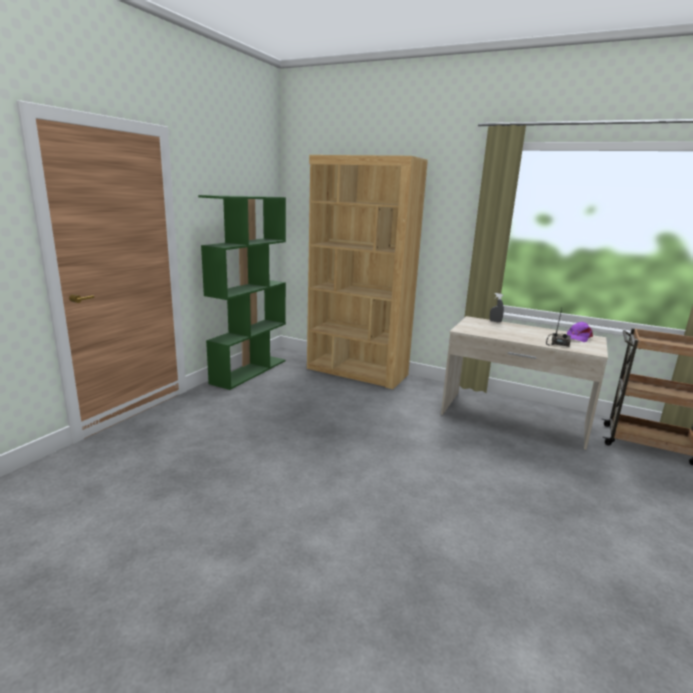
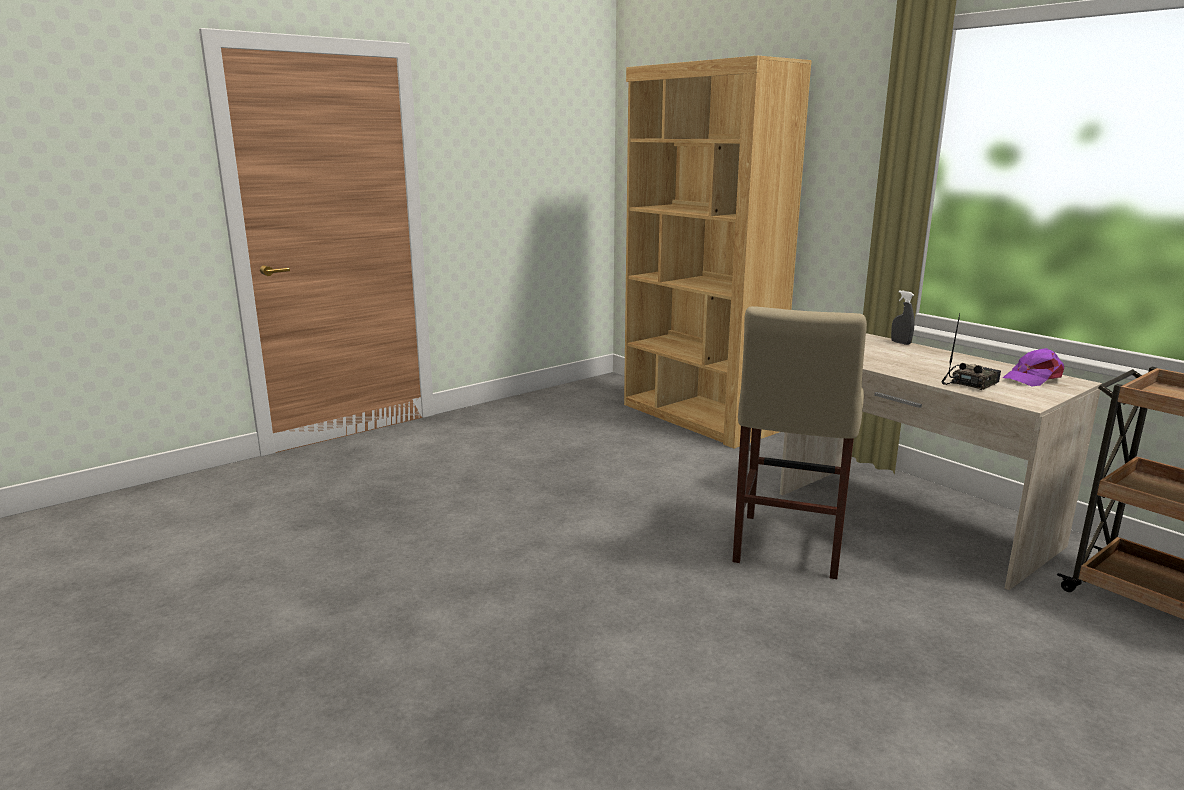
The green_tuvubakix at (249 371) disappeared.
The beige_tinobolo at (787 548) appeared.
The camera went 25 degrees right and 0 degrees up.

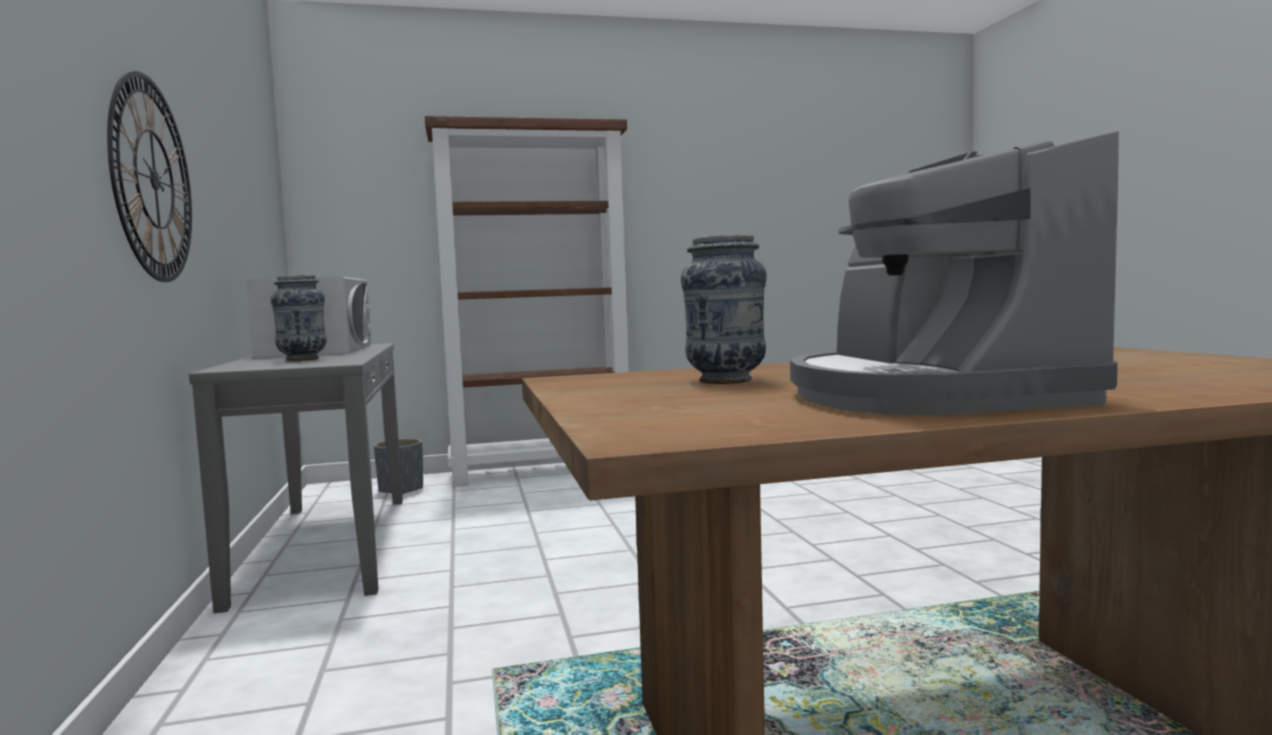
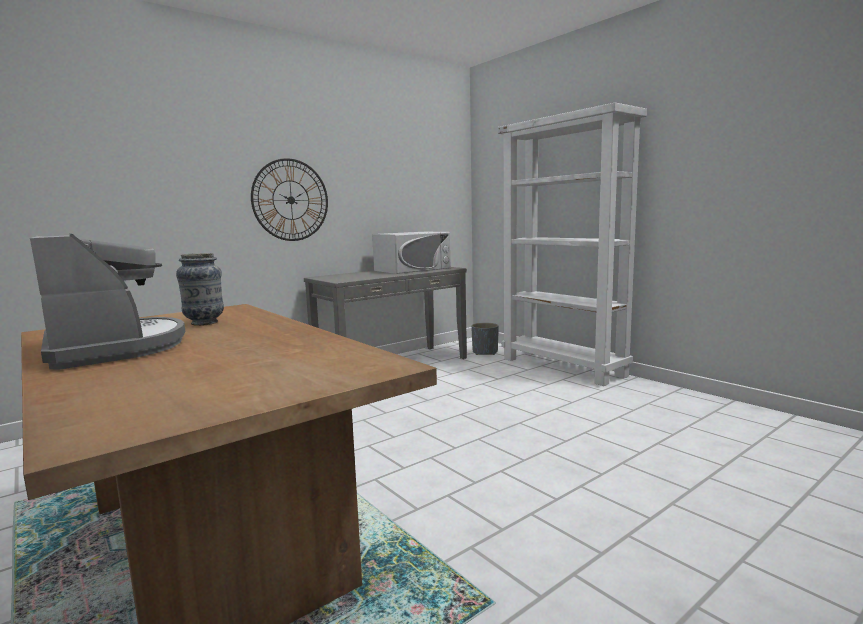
The brown_tuvubakix at (543 471) became the white_tuvubakix at (563 367).
The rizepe at (928 395) turned 90 degrees clockwise.
The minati at (302 359) disappeared.
The camera went 65 degrees right and 5 degrees up.

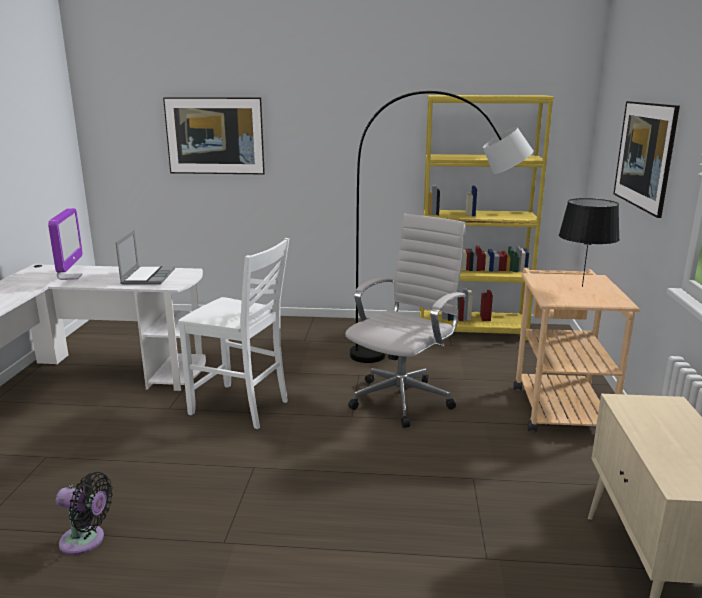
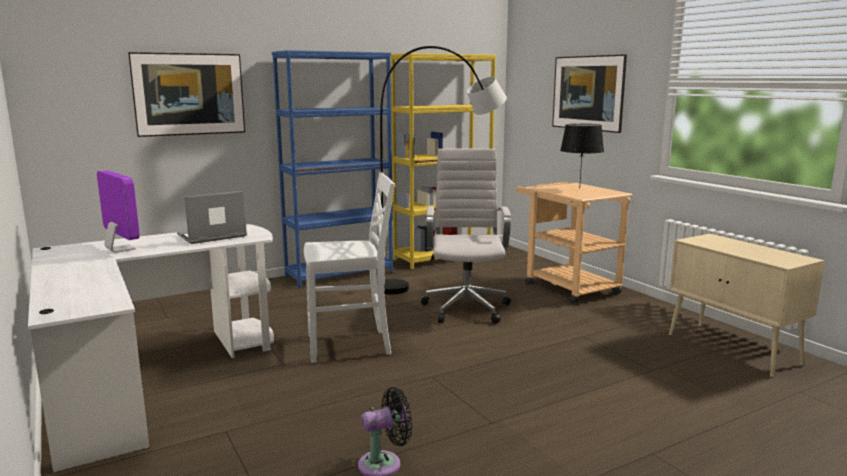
The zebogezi at (148 277) turned 90 degrees counterclockwise.
The blue_tuvubakix at (340 274) appeared.
The camera went 35 degrees left and 5 degrees down.

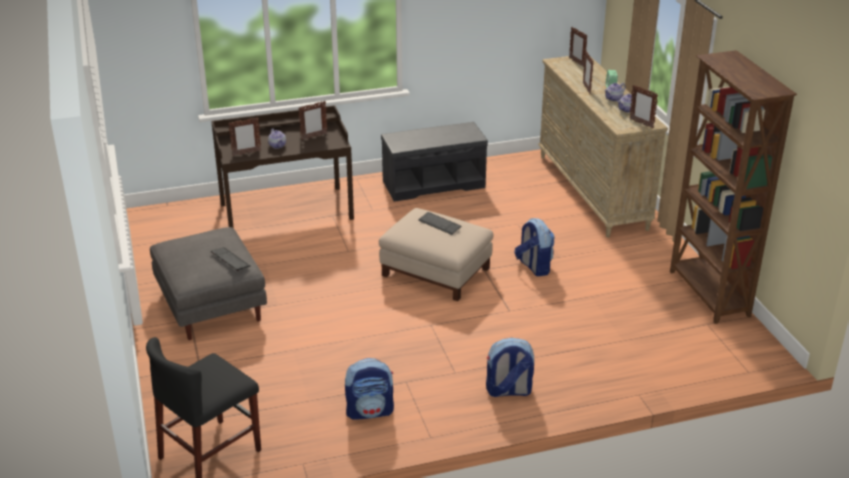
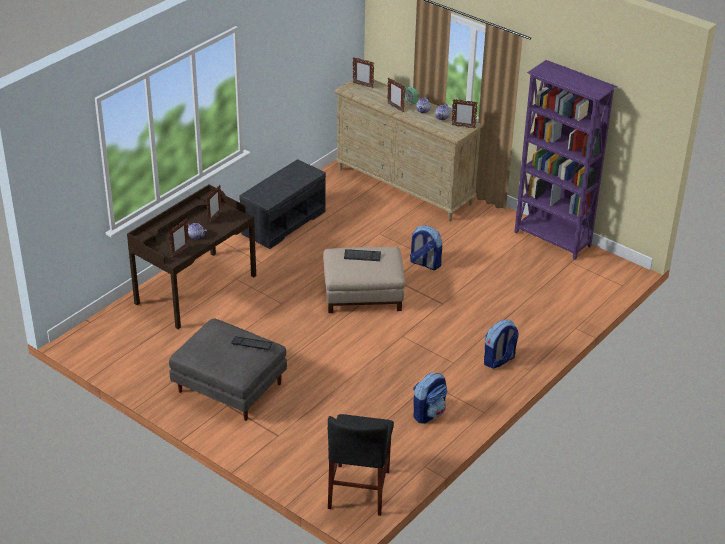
The brown_tuvubakix at (708 294) became the purple_tuvubakix at (552 240).
The camera went 35 degrees left and 5 degrees up.

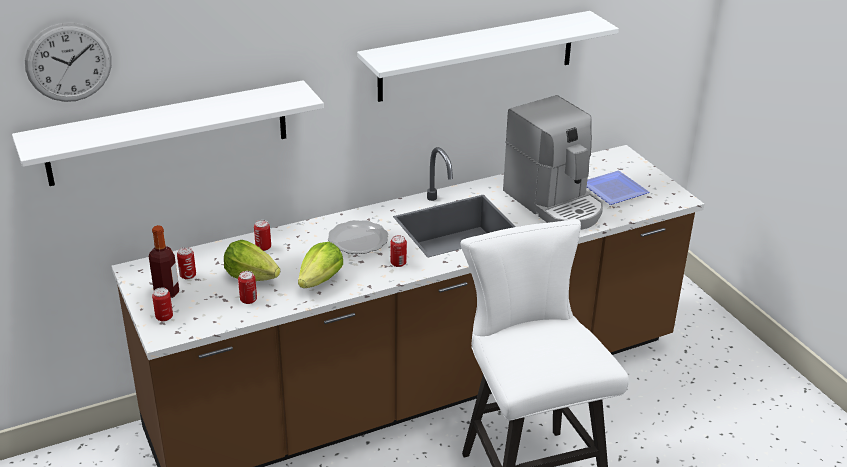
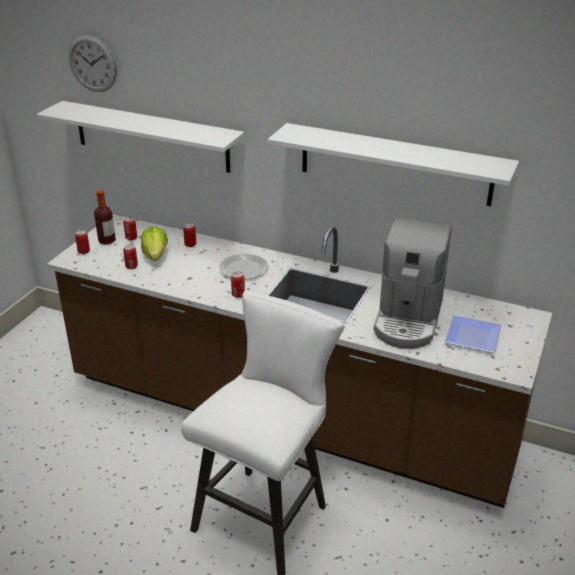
The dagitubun at (320 280) disappeared.
The camera went 50 degrees right and 0 degrees up.

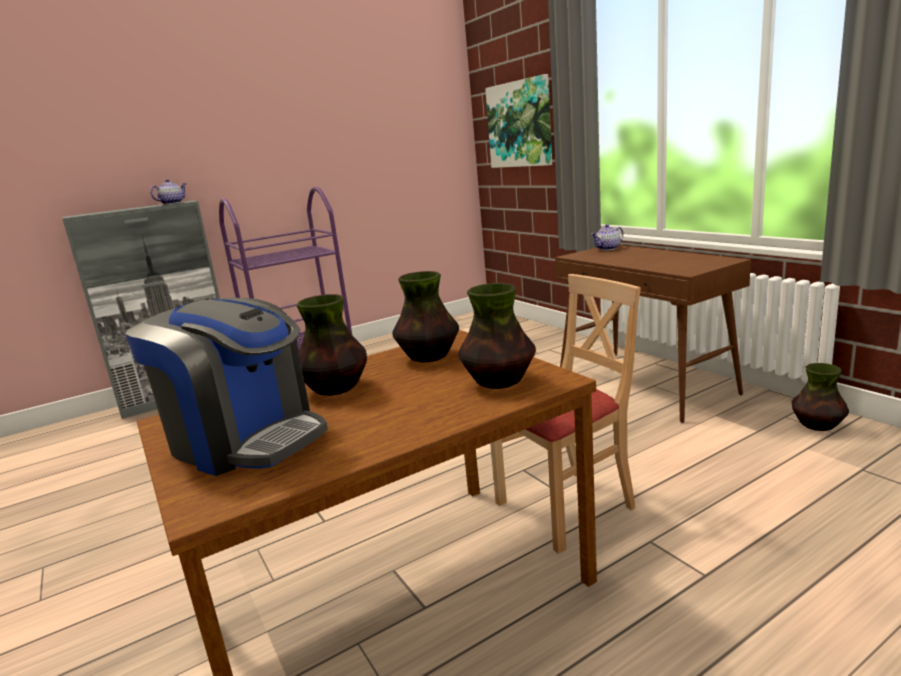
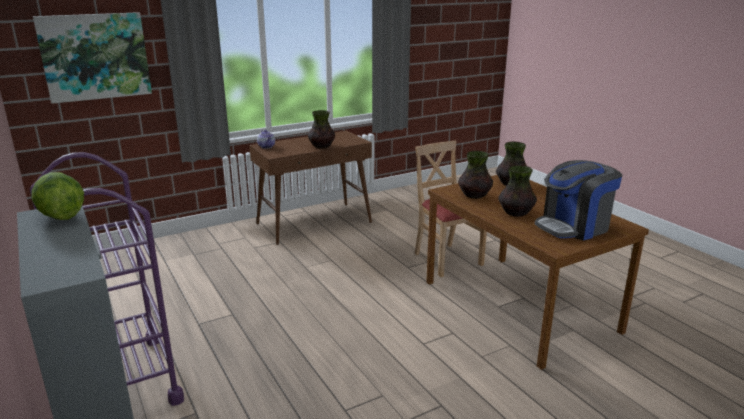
The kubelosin at (172 203) was replaced by the dagitubun at (60 216).
The rizepe at (245 439) turned 150 degrees counterclockwise.
The minati moved from (817 426) to (322 146).
The camera went 90 degrees left and 5 degrees up.

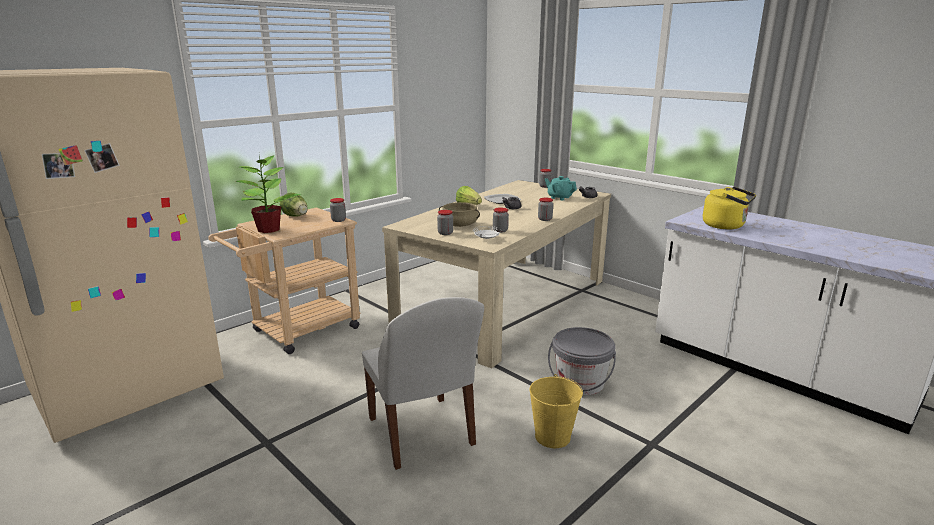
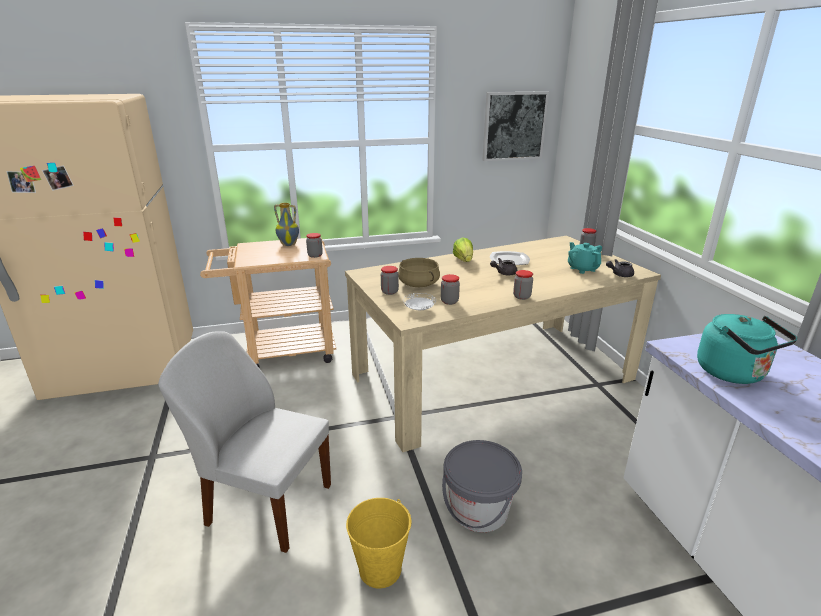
The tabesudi at (269 229) disappeared.
The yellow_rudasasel at (726 226) became the turquoise_rudasasel at (734 374).
The dagitubun at (296 216) was replaced by the minati at (289 244).
The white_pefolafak at (421 433) turned 105 degrees clockwise.
The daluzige at (514 126) appeared.
The camera went 30 degrees right and 5 degrees up.

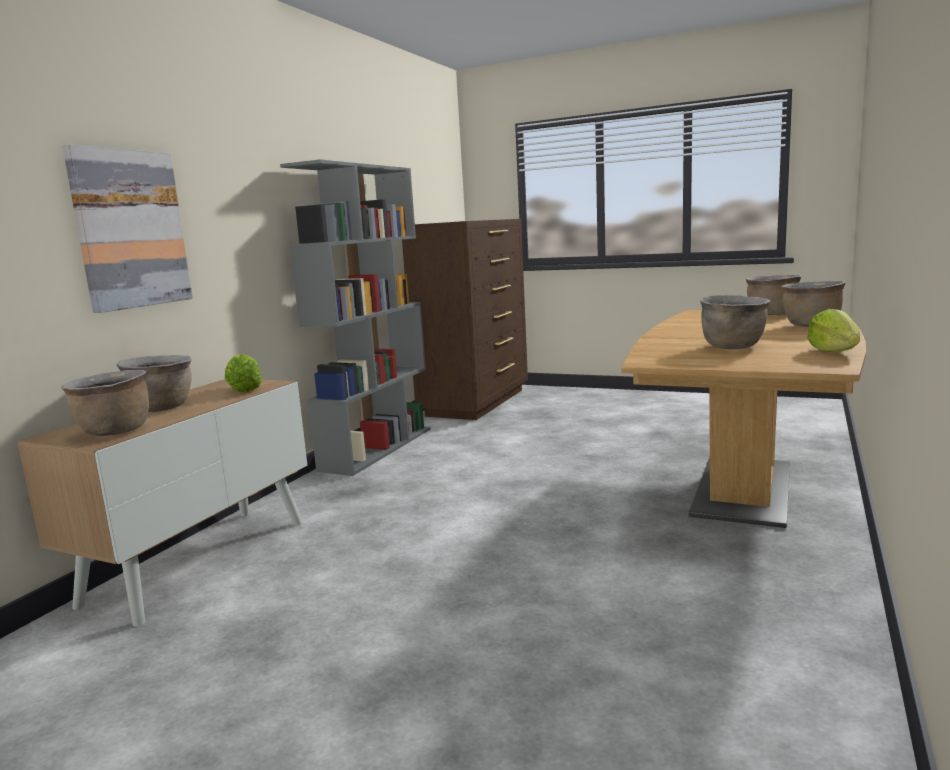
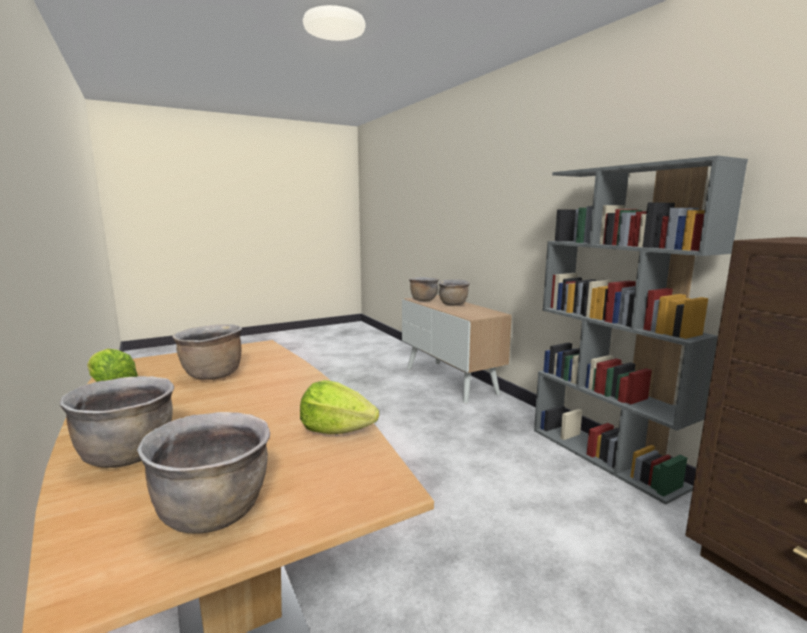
The daluzige at (130 229) disappeared.
The dagitubun moved from (245 389) to (336 430).
The camera went 125 degrees right and 0 degrees up.

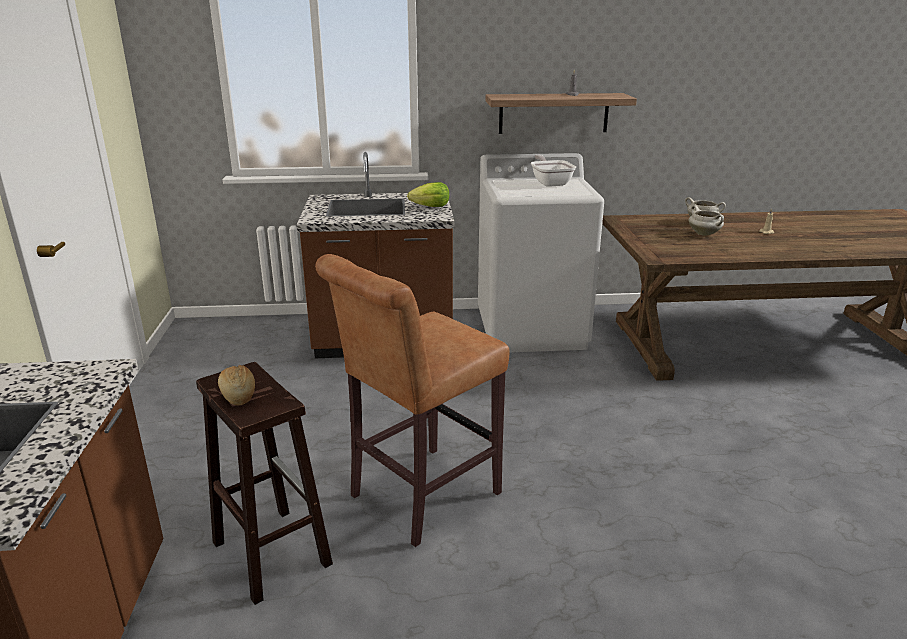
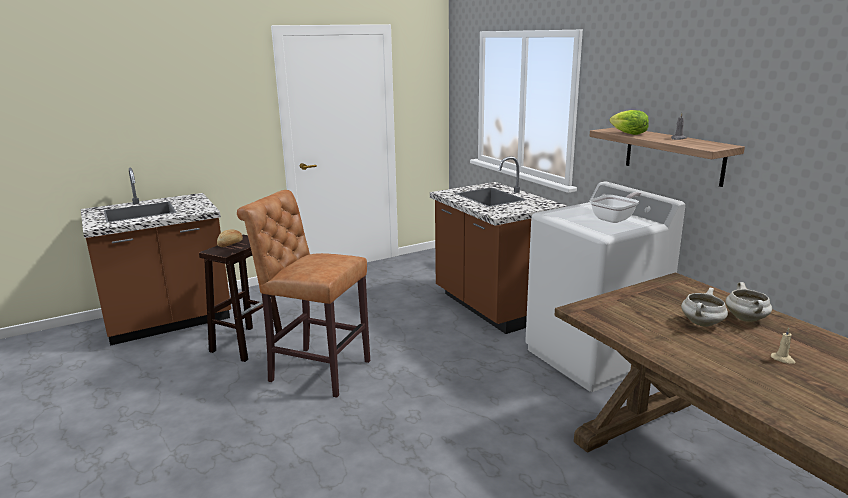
The dagitubun moved from (431 207) to (628 134).
The camera went 65 degrees right and 5 degrees down.

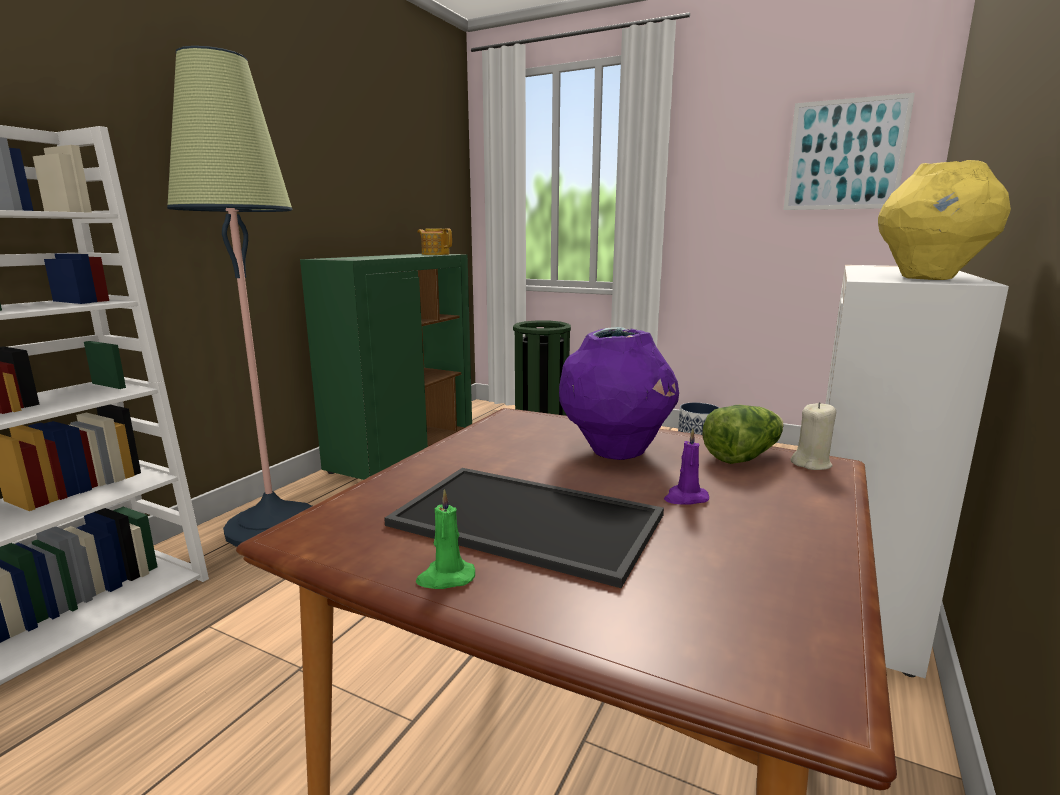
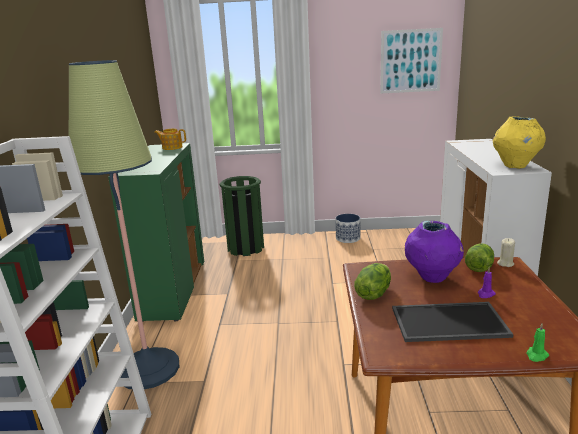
The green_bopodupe moved from (445 578) to (536 355).
The dagitubun at (373 293) appeared.
The camera went 25 degrees left and 5 degrees up.

